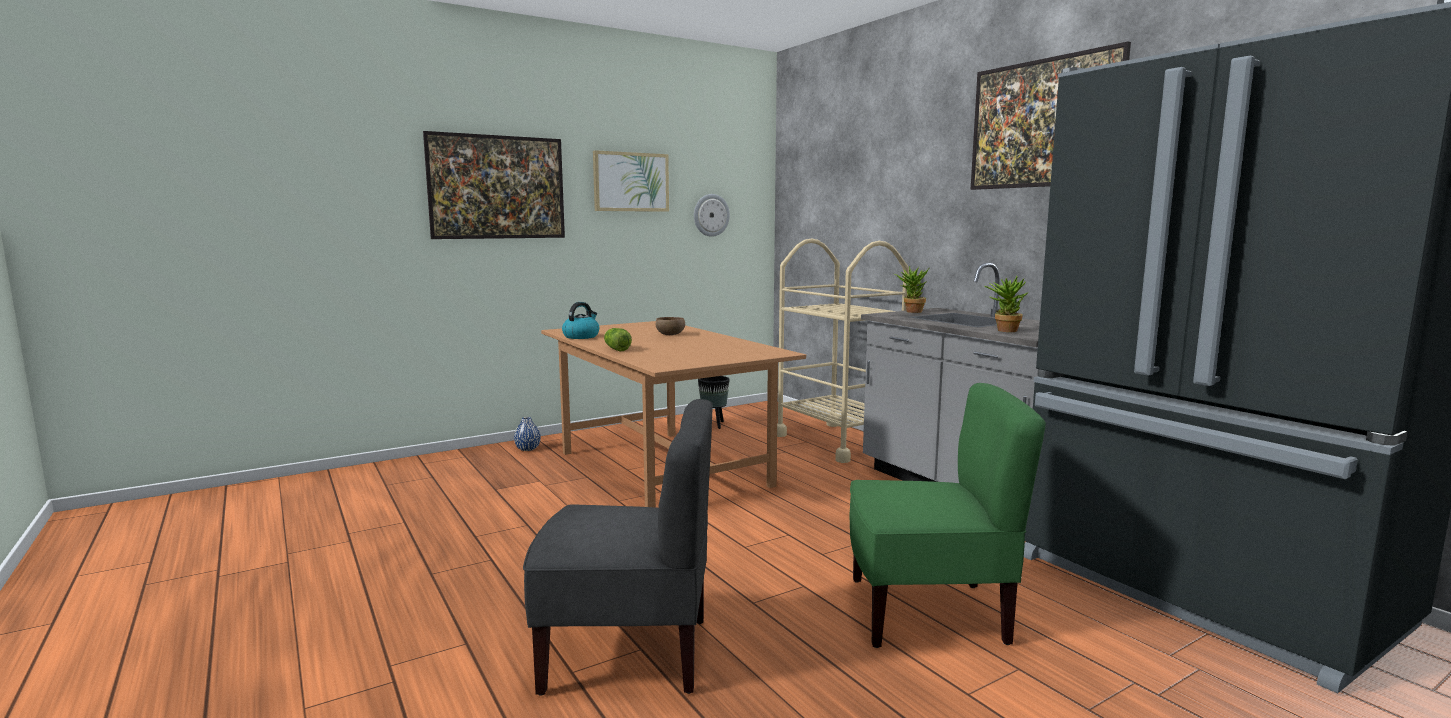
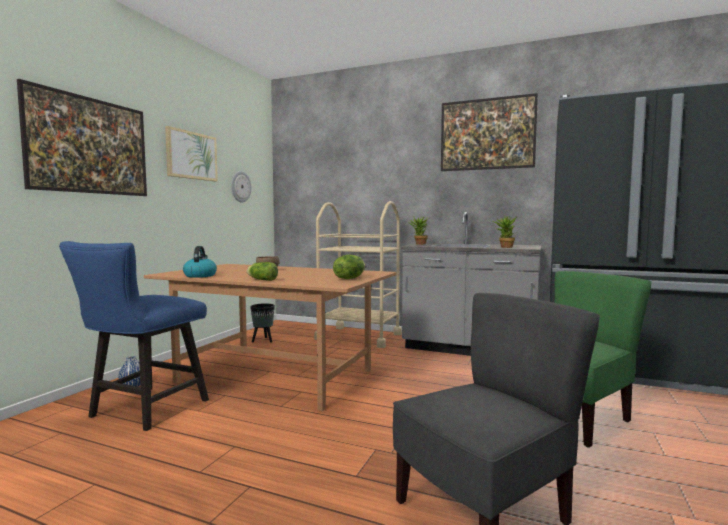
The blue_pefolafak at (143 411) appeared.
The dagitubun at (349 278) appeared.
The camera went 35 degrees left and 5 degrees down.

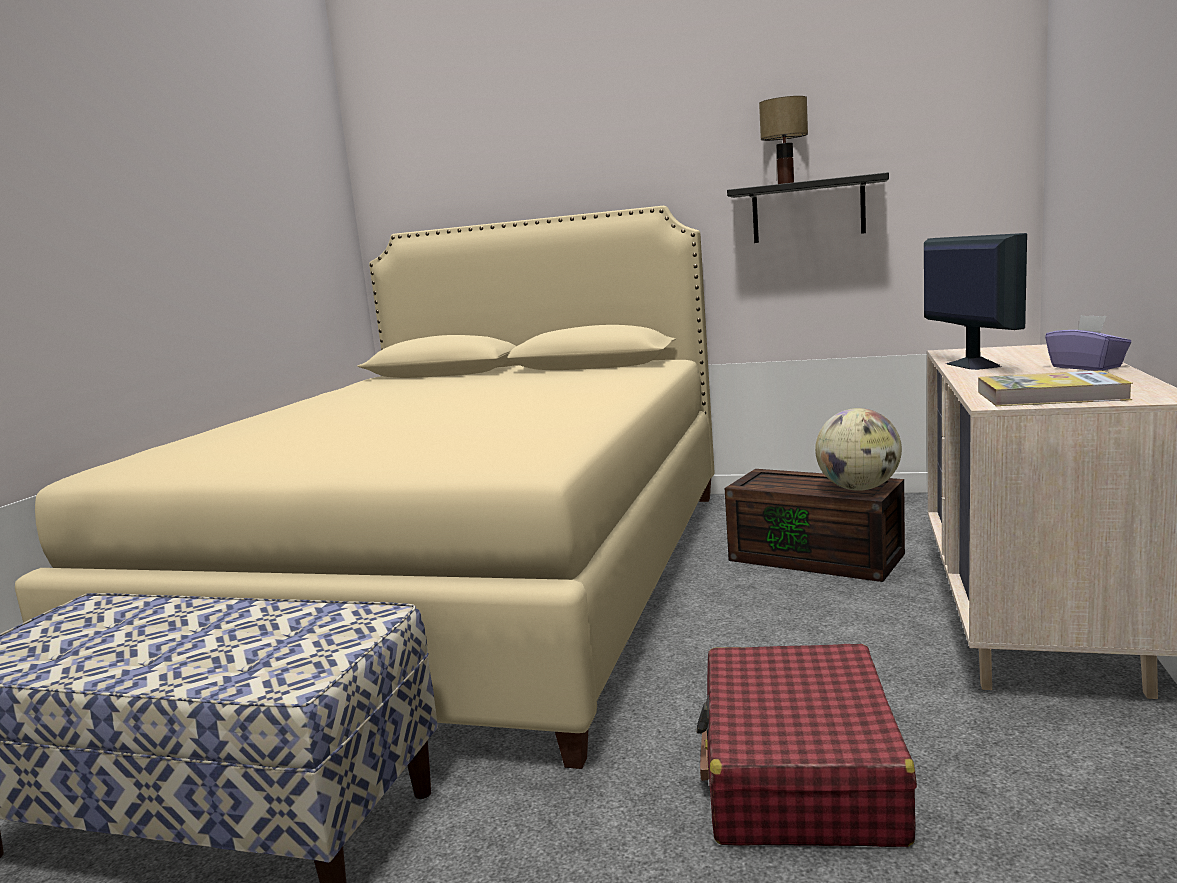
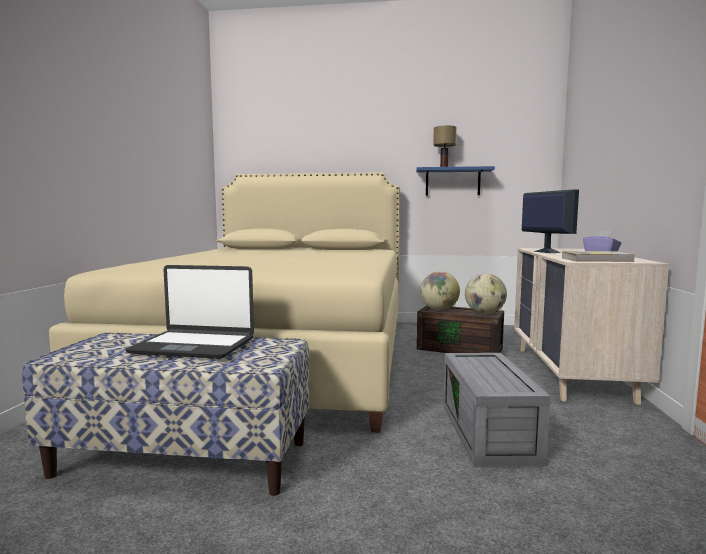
The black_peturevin at (808 211) became the blue_peturevin at (452 182).
The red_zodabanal at (799 773) was replaced by the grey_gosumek at (490 433).
The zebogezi at (194 345) appeared.
The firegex at (439 309) appeared.
The camera went 10 degrees left and 5 degrees down.

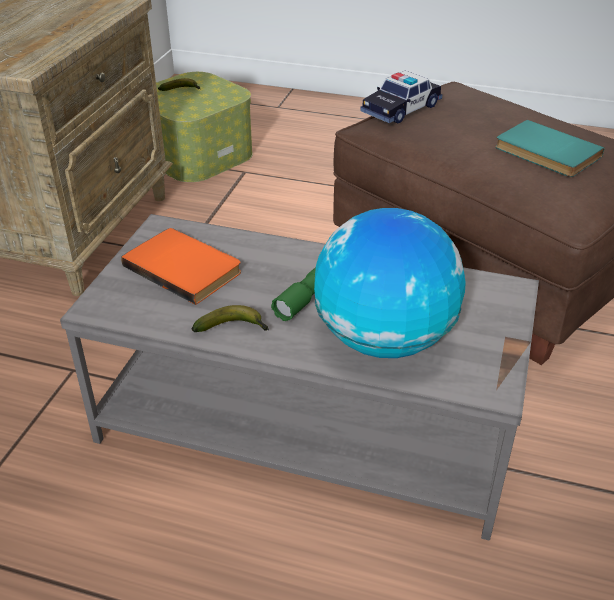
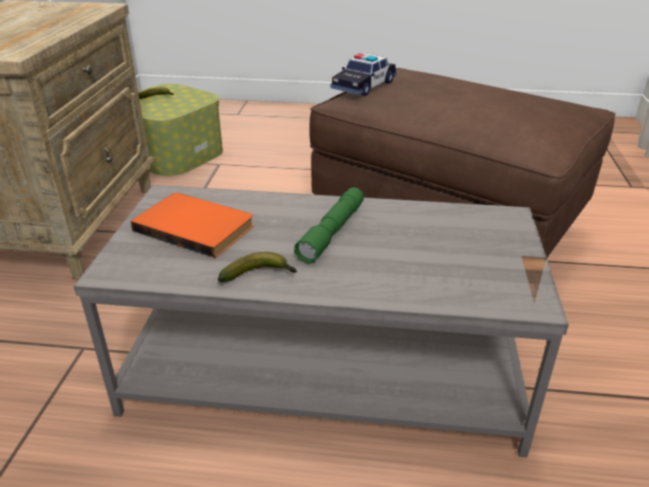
The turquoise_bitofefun at (545 153) disappeared.
The firegex at (383 339) disappeared.
The camera went 10 degrees left and 5 degrees down.

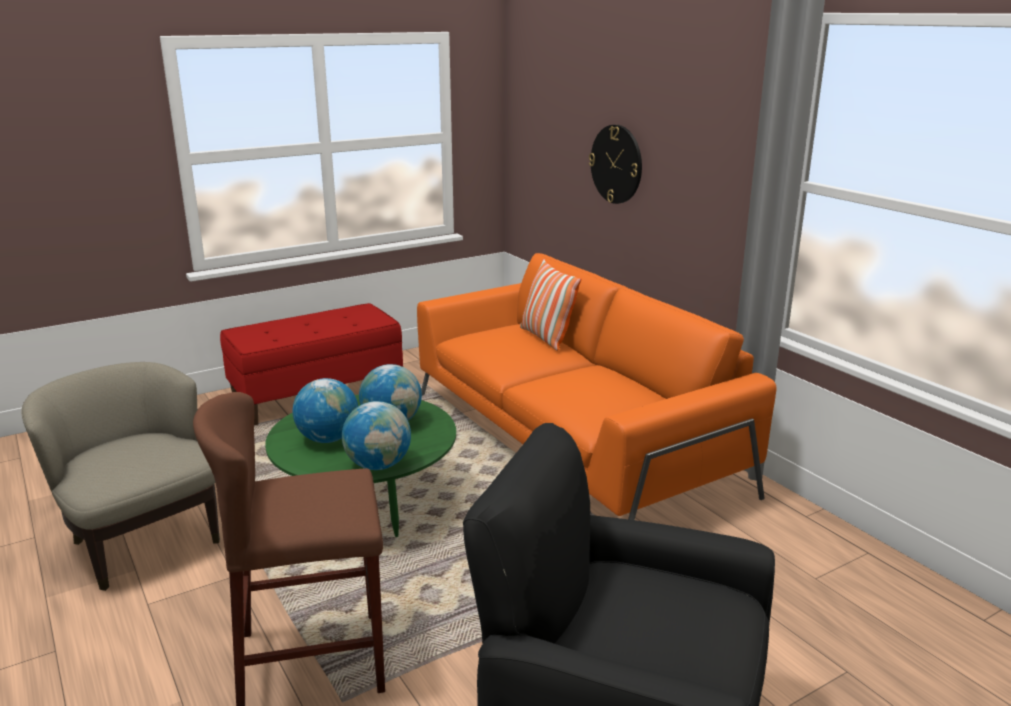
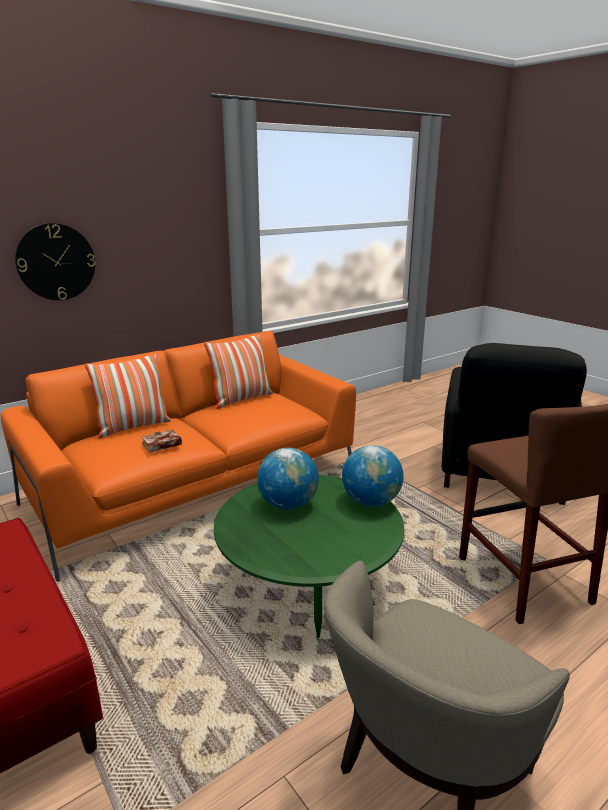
The firegex at (328 439) disappeared.
The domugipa at (241 399) appeared.
The bitofefun at (161 445) appeared.
The camera went 95 degrees left and 0 degrees up.

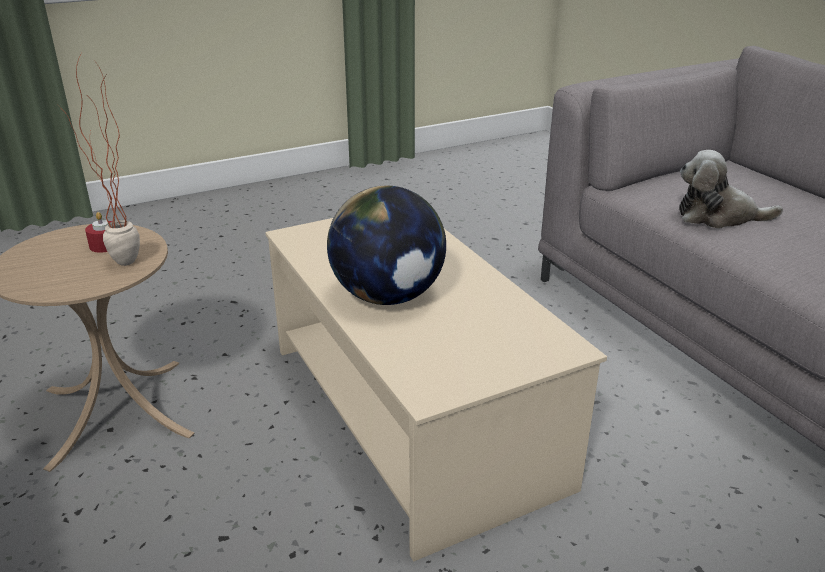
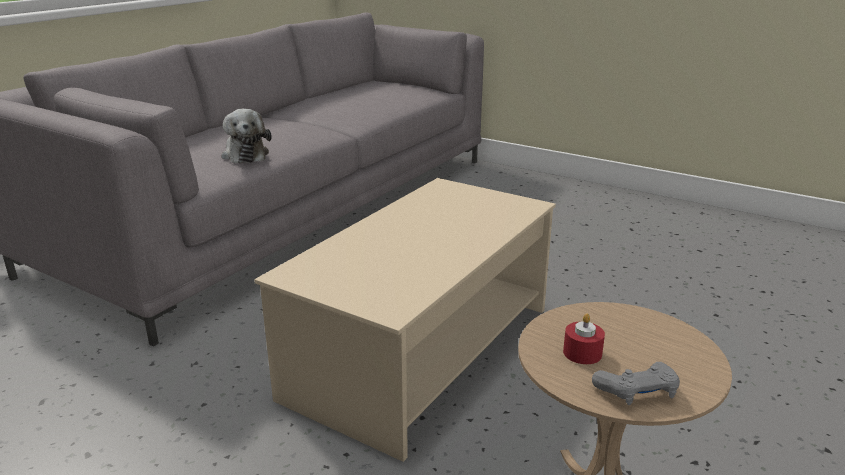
The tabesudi at (122 267) disappeared.
The firegex at (388 296) disappeared.
The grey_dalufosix at (637 392) appeared.
The camera went 120 degrees left and 5 degrees down.

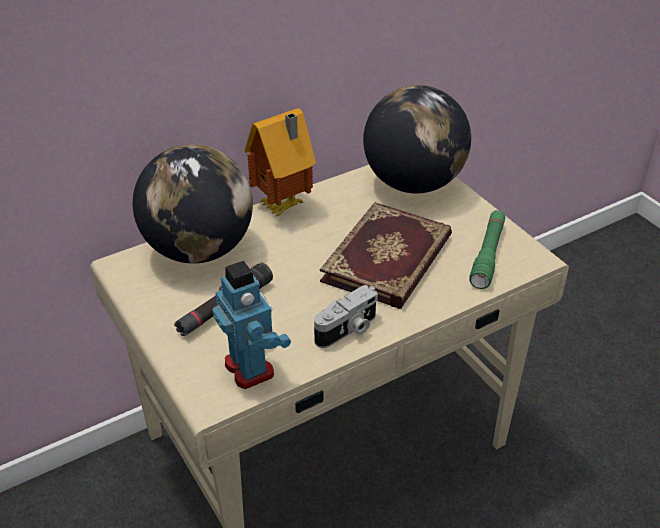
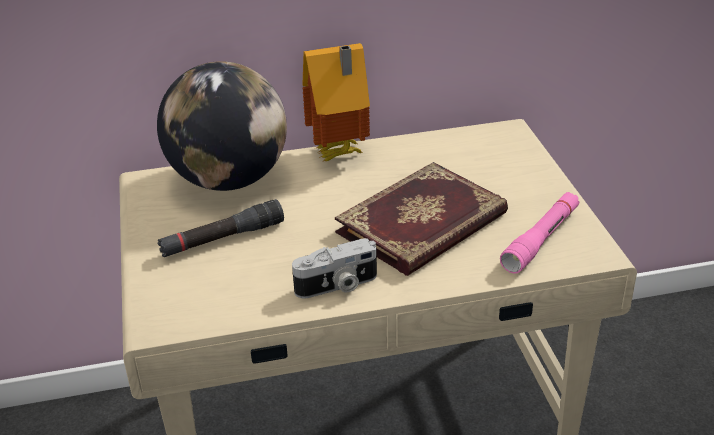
The firegex at (413 183) disappeared.
The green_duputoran at (488 255) became the pink_duputoran at (541 239).
The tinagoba at (250 368) disappeared.
The camera went 20 degrees right and 5 degrees down.

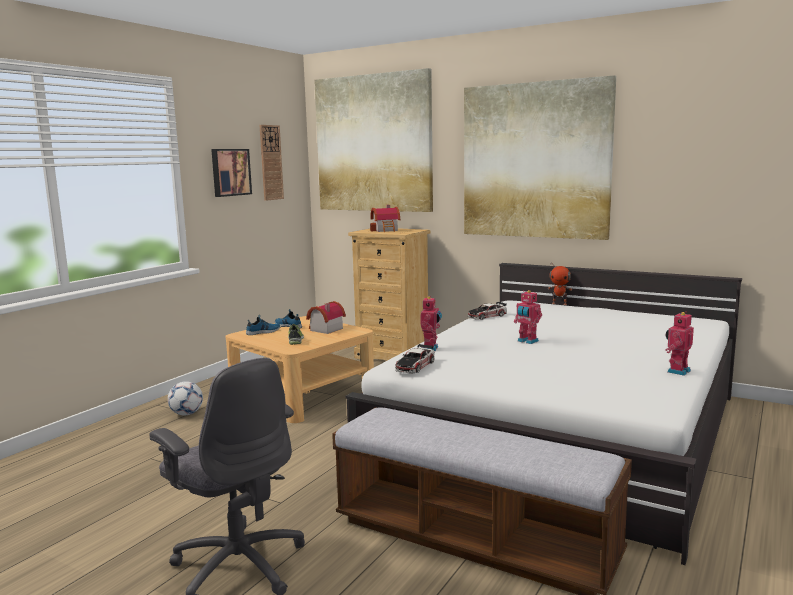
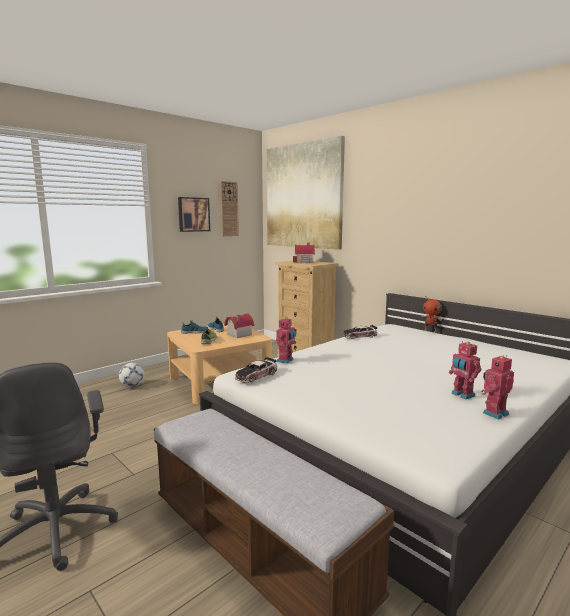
The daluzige at (535 161) disappeared.
The tinagoba moved from (527 341) to (462 395).
The camera went 15 degrees right and 0 degrees up.

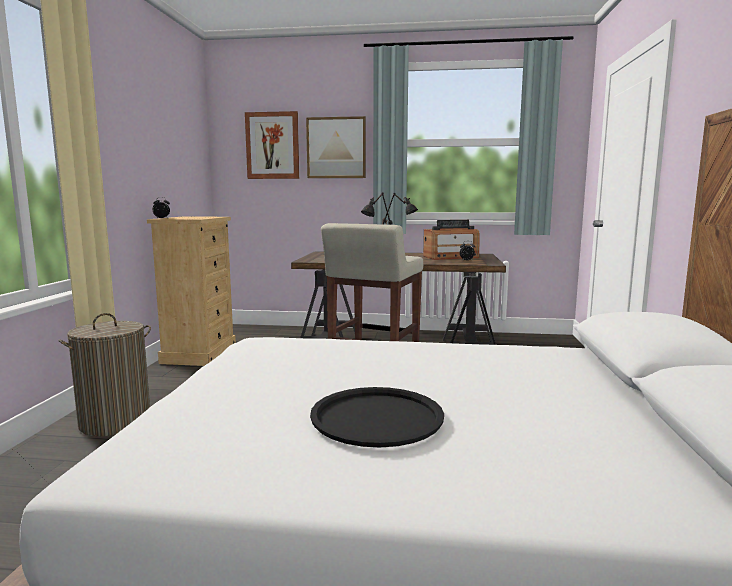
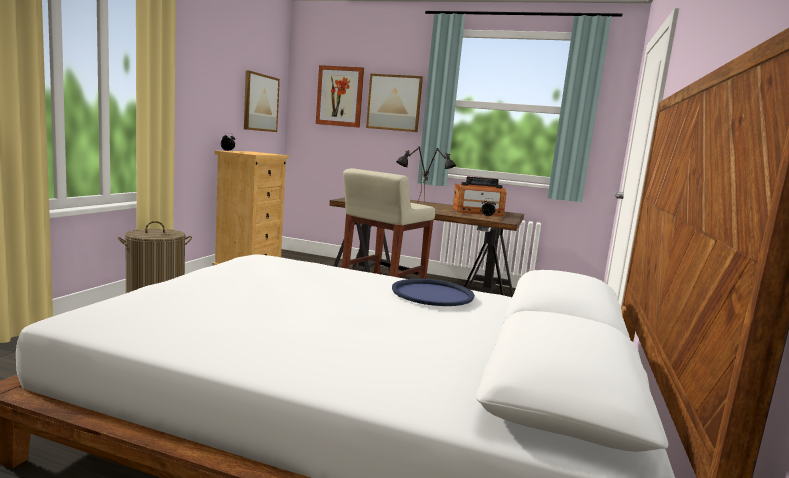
The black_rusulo at (377 417) disappeared.
The daluzige at (260 103) appeared.
The blue_rusulo at (432 293) appeared.
The camera went 10 degrees right and 0 degrees up.

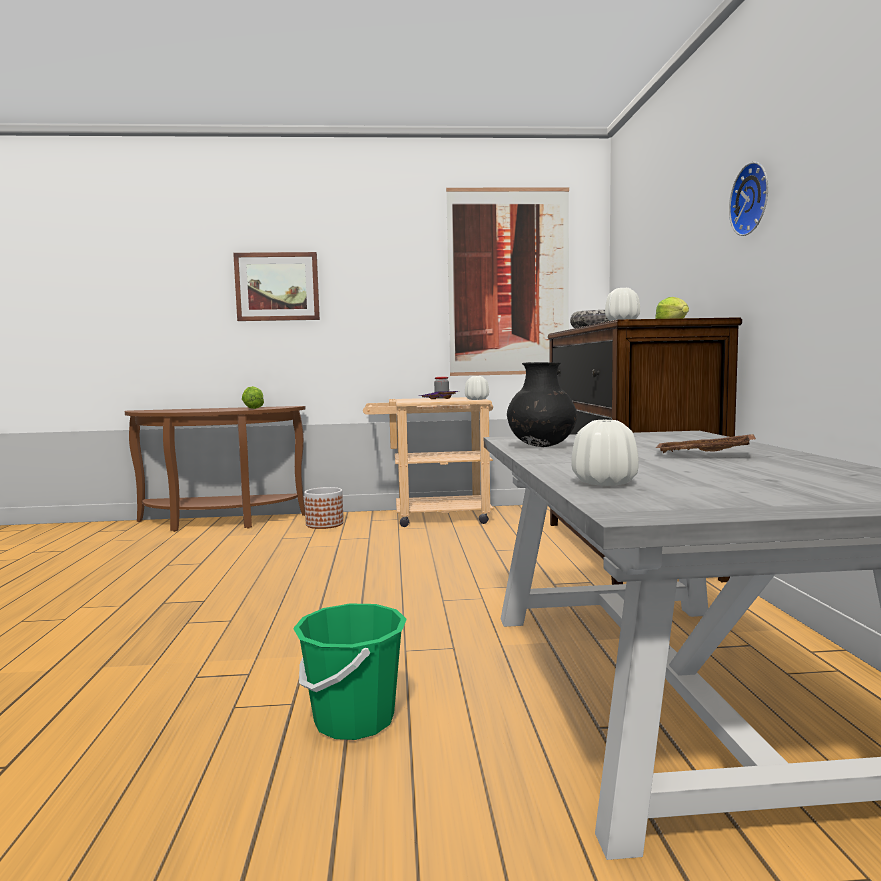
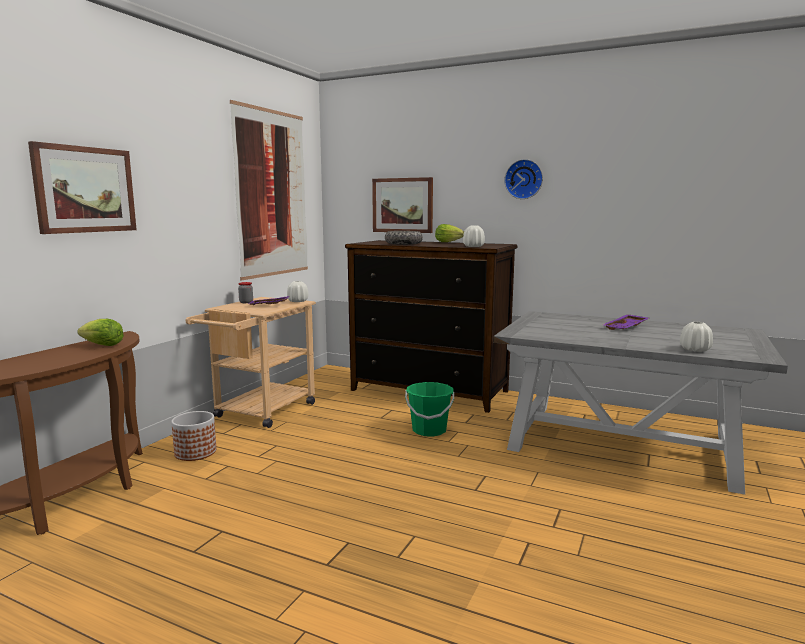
The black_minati at (541 446) disappeared.
The brown_rusulo at (704 455) became the purple_rusulo at (626 328).
The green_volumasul moved from (354 719) to (429 430).
The daluzige at (402 205) appeared.
The camera went 60 degrees left and 5 degrees up.

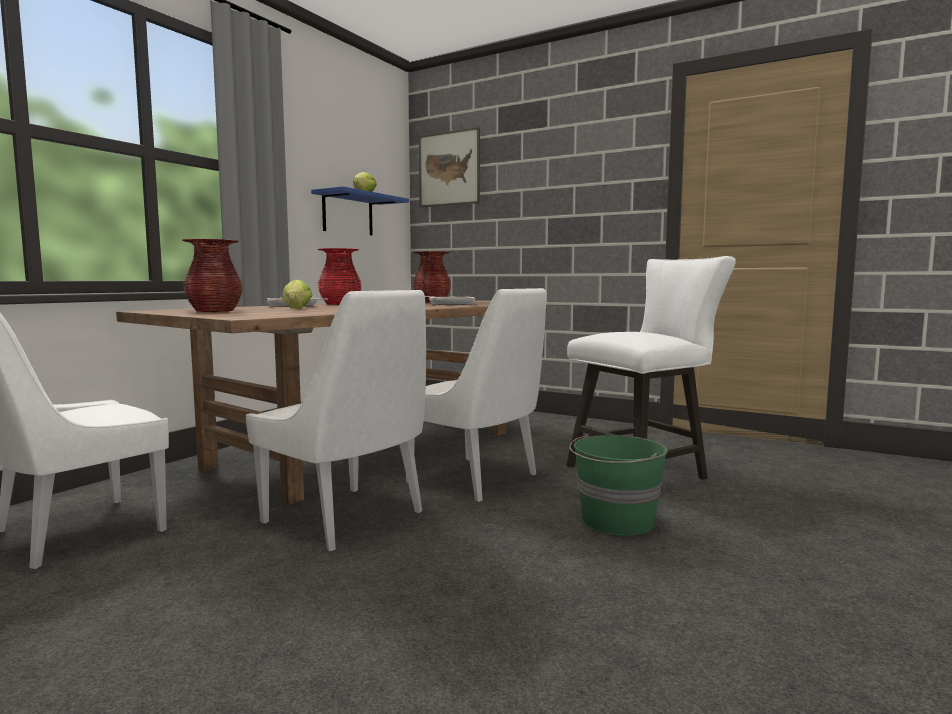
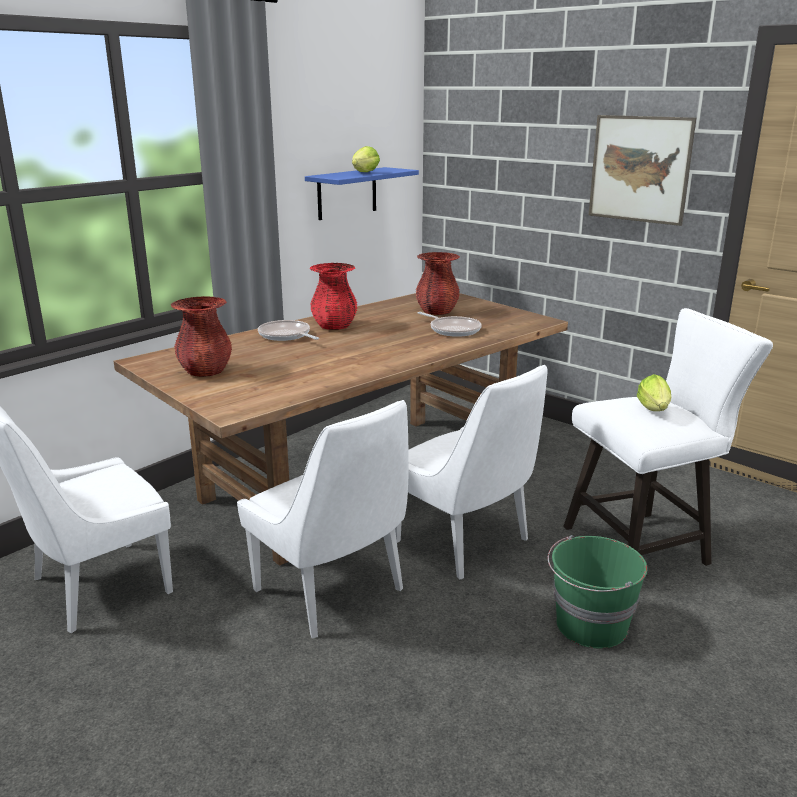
The daluzige moved from (449 169) to (639 169).
The dagitubun moved from (296 309) to (654 411).
The camera went 10 degrees right and 15 degrees up.

